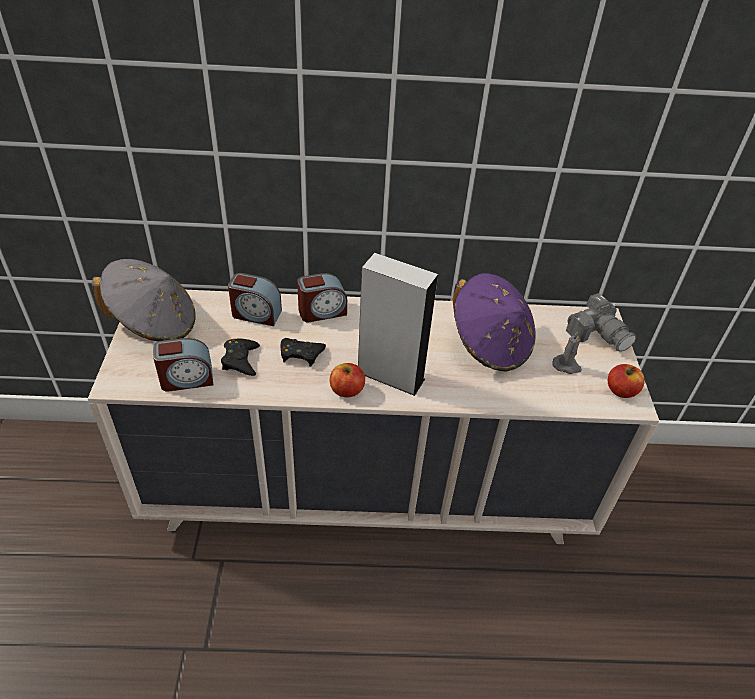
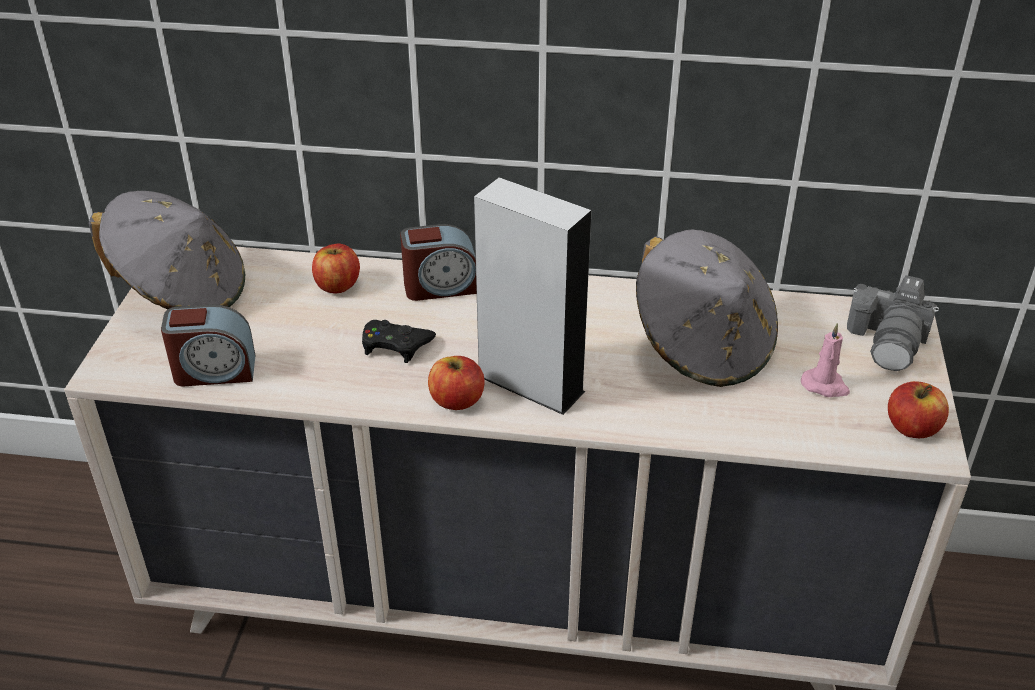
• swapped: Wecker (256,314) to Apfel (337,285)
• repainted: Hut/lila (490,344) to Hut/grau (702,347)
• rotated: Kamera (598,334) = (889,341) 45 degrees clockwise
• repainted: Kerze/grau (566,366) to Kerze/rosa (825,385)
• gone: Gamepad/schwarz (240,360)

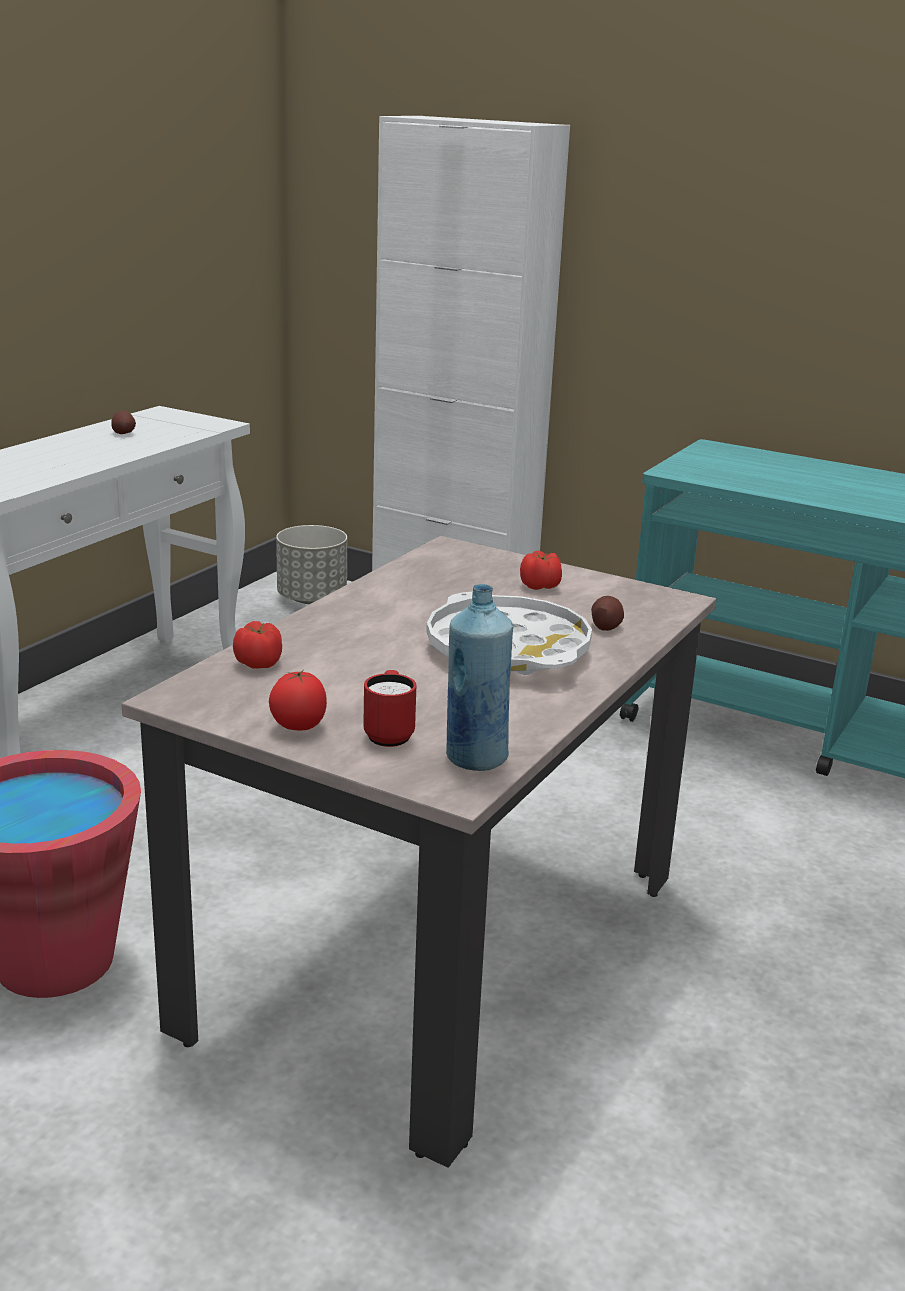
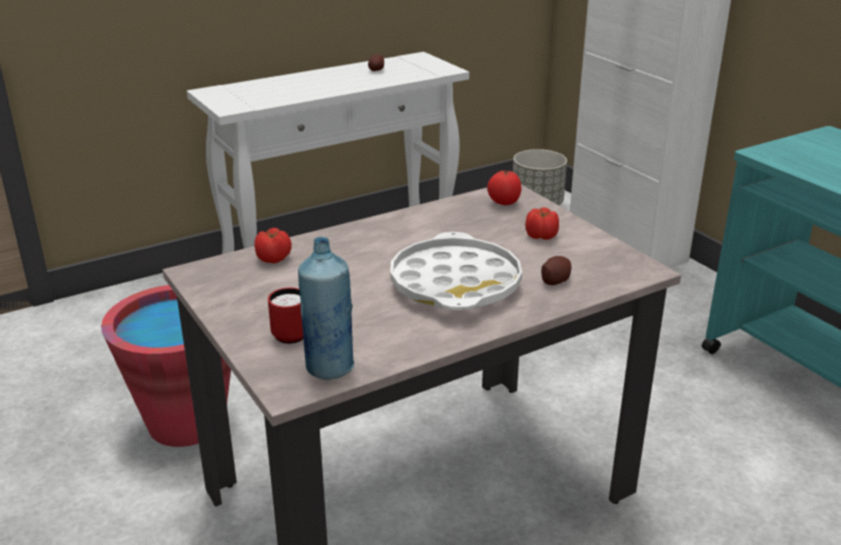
• shifted: Tomate (297,727) to (503,203)

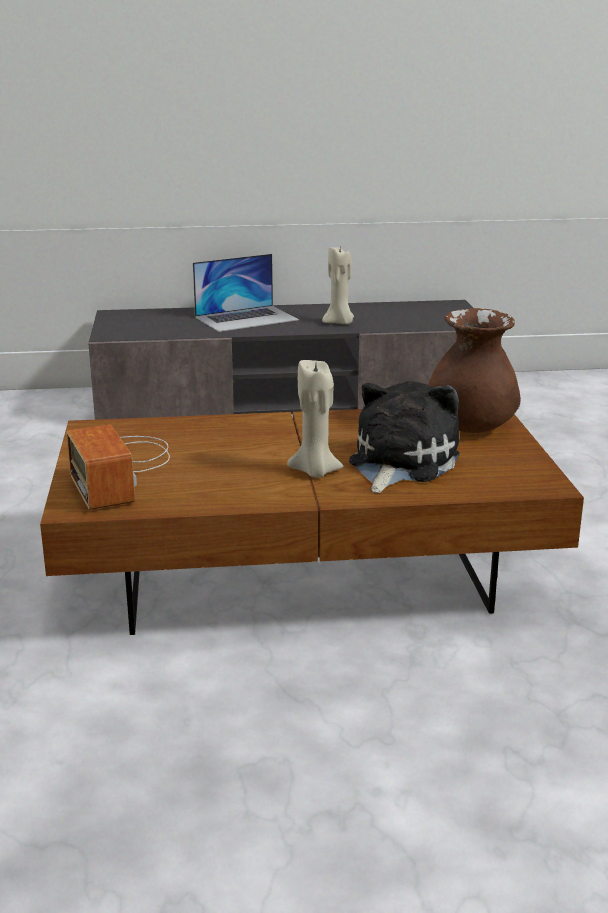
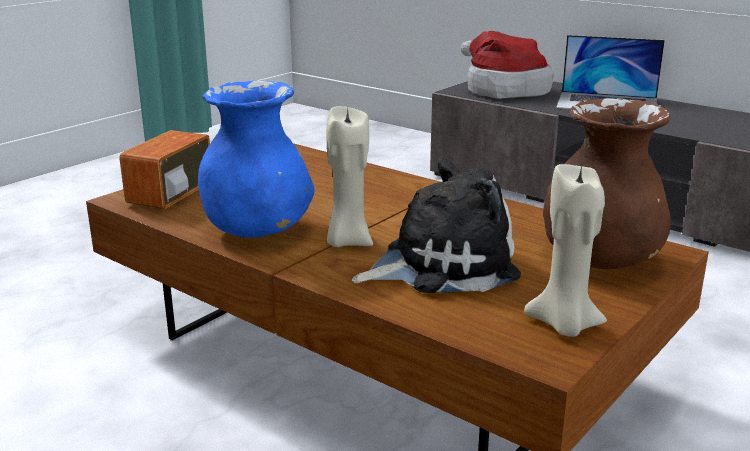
• shifted: Kerze/beige (339,323) to (564,325)
• new: Hut (502,90)
• new: Vase/blau (257,230)

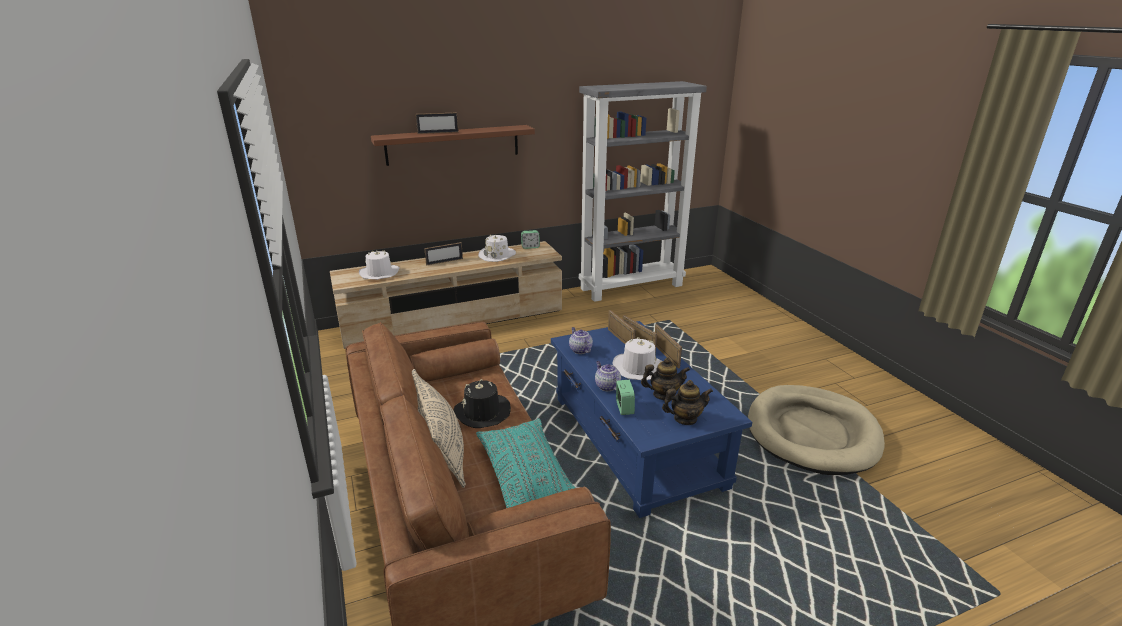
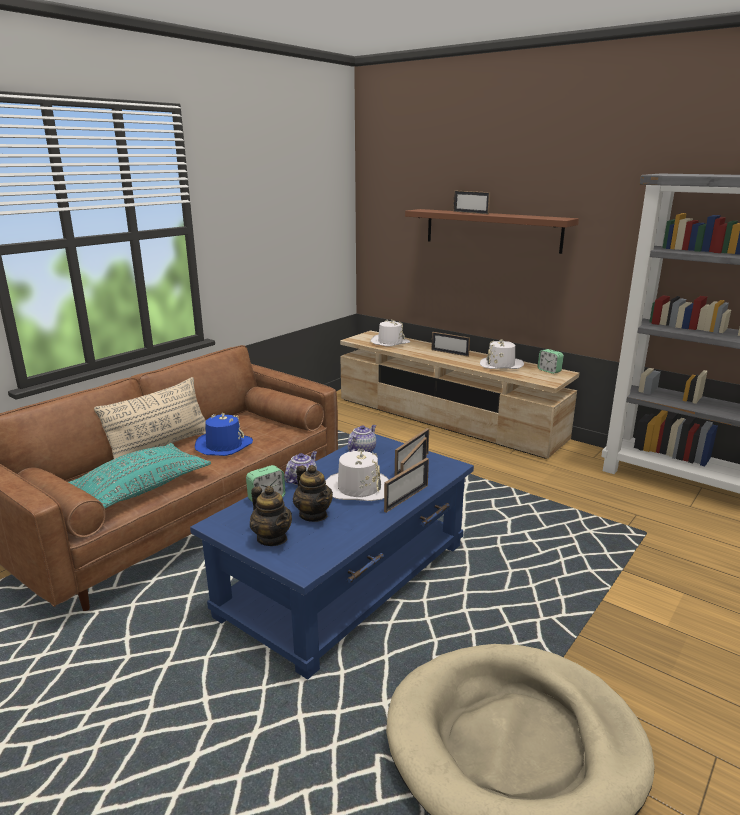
• repainted: Hut/schwarz (482,412) to Hut/blau (223,446)

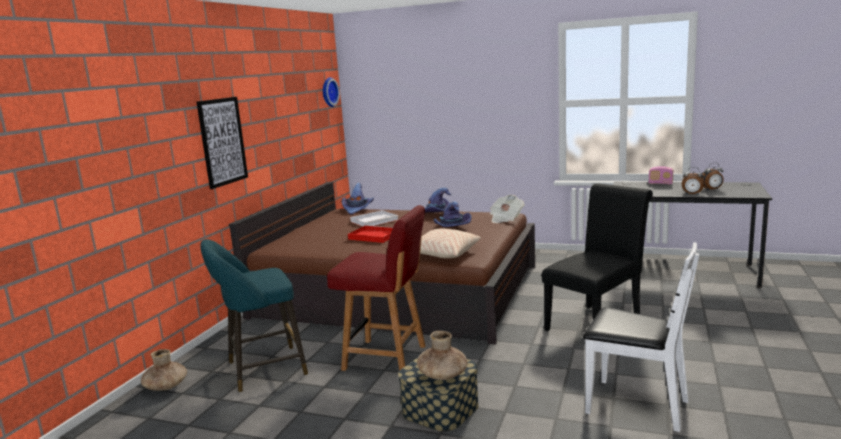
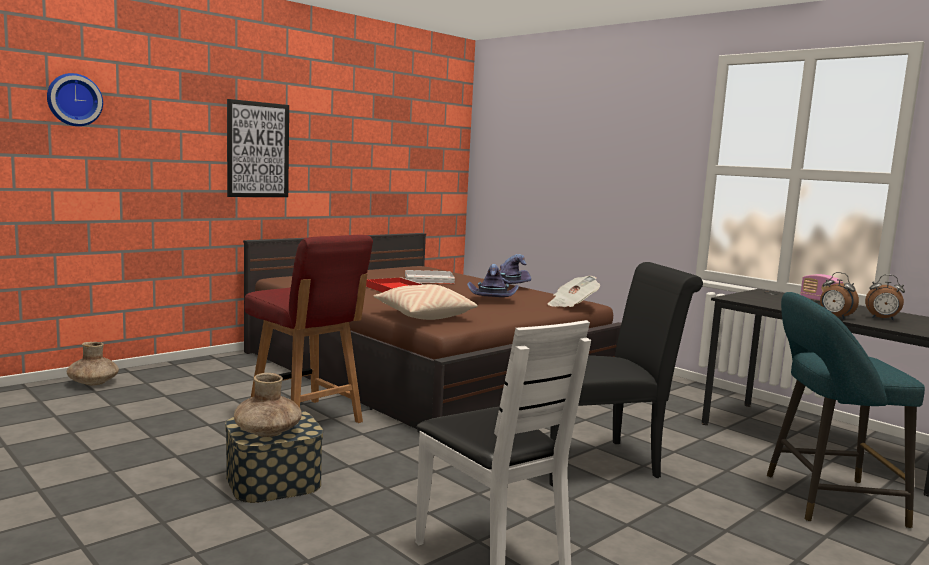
• shifted: Wanduhr (328,92) to (74,100)
• gone: Hut/lila (358,209)
• shifted: Hocker/türkis (262,370) to (825,500)

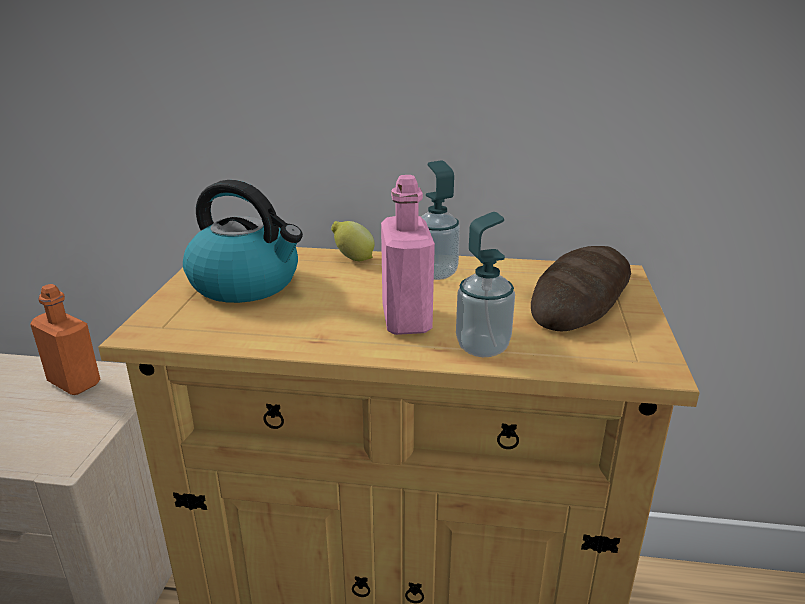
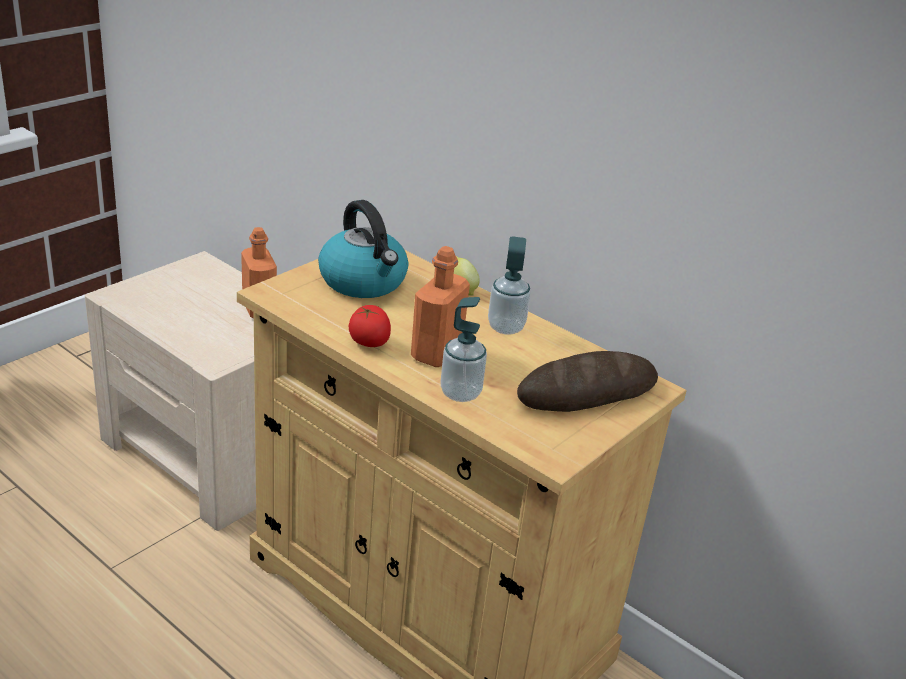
• repainted: Flasche/rosa (406,319) to Flasche/orange (436,353)
• new: Tomate (369,342)

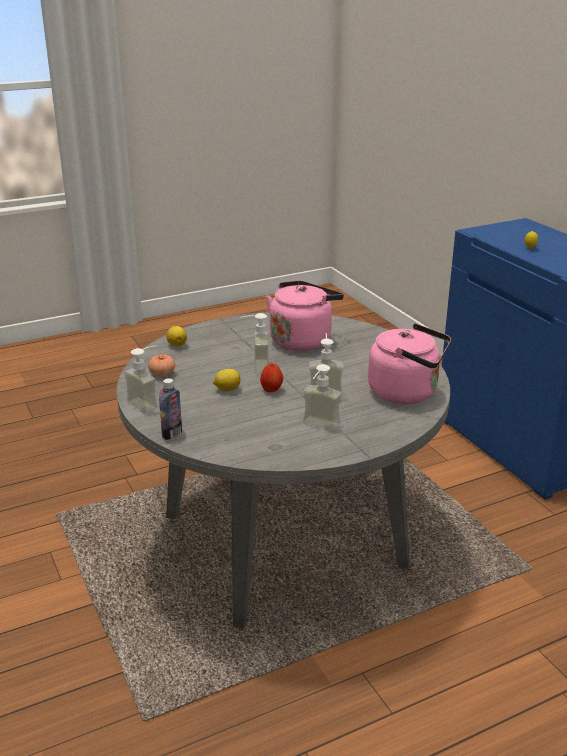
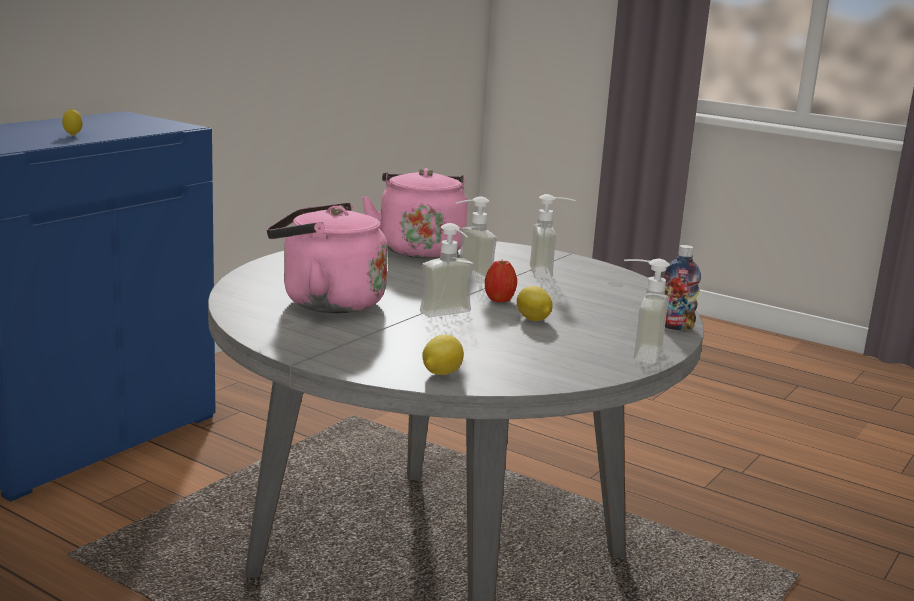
• gone: Tomate (162,374)

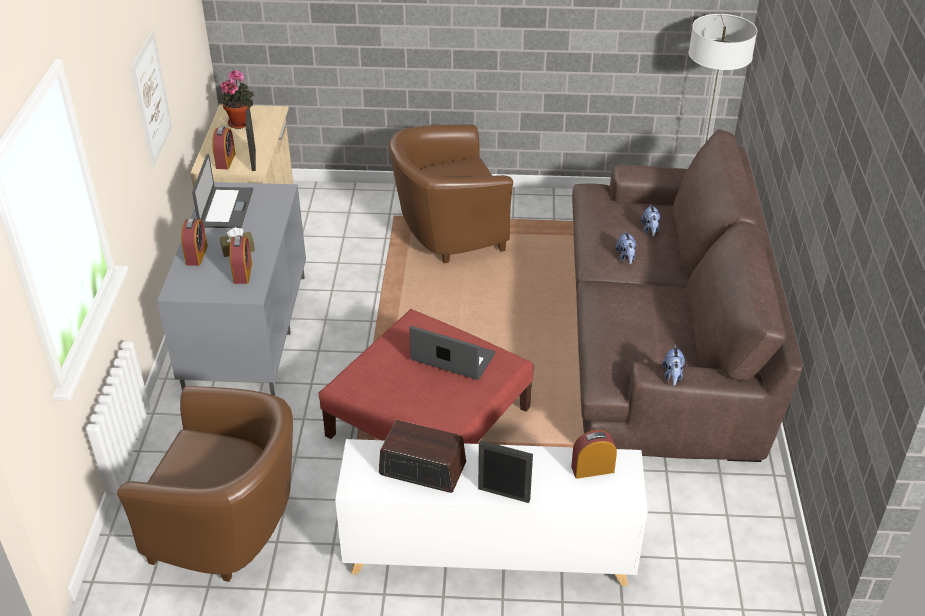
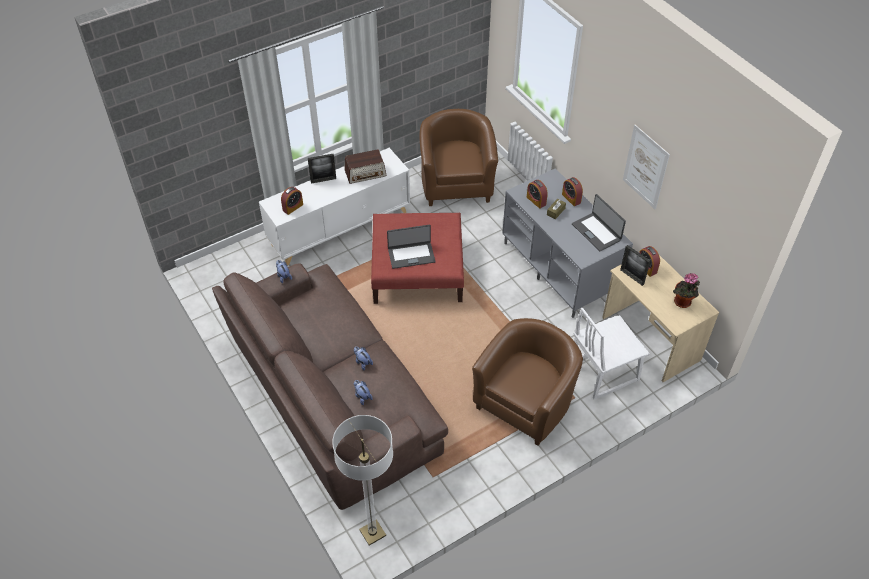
• rotated: Sessel/braun (230,528) = (456,184) 105 degrees clockwise
• new: Stuhl/weiß (602,371)

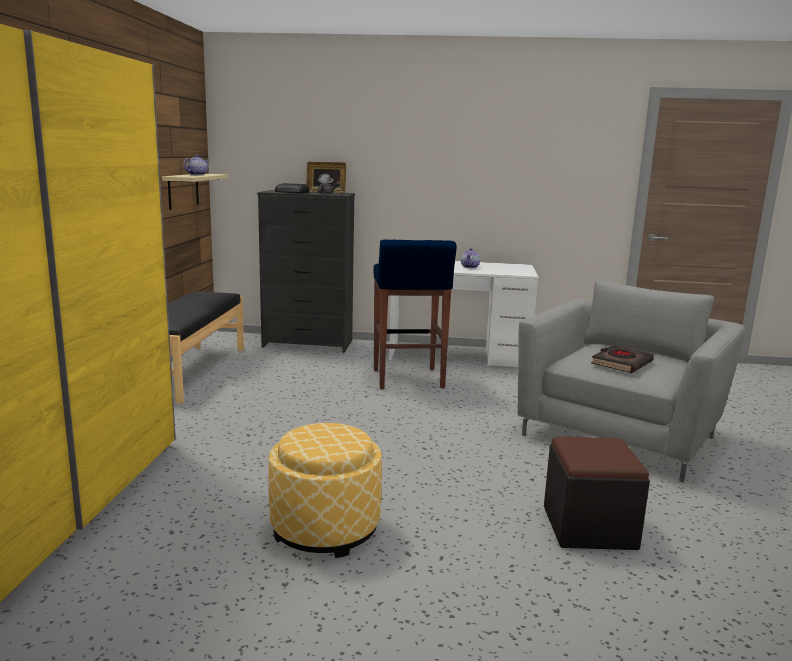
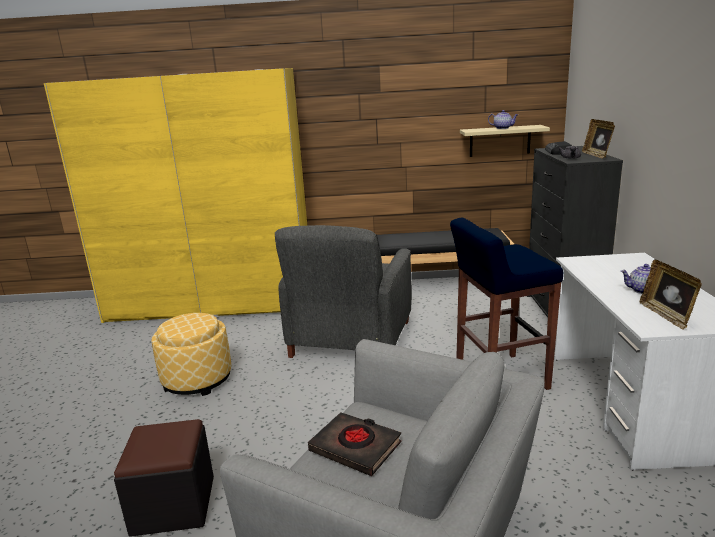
• new: Sessel/grau (350,339)
• new: Bilderrahmen (666,315)

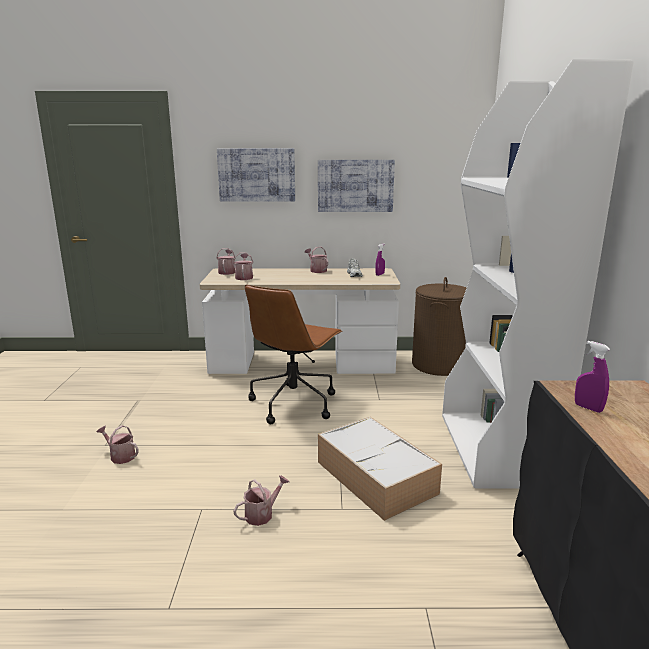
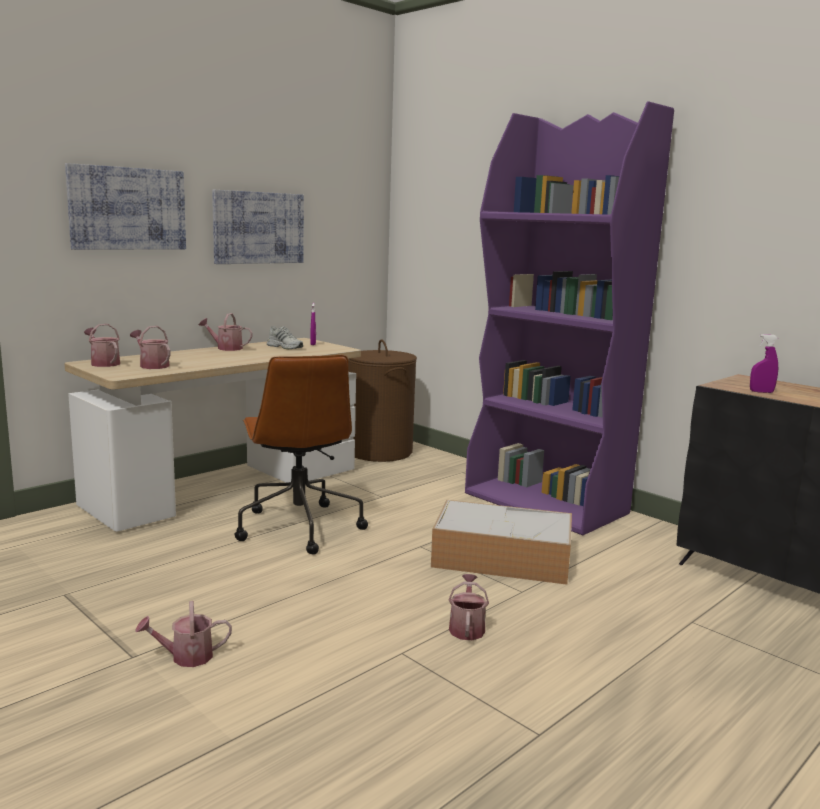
• repainted: Bücherregal/weiß (496,449) to Bücherregal/lila (547,503)

